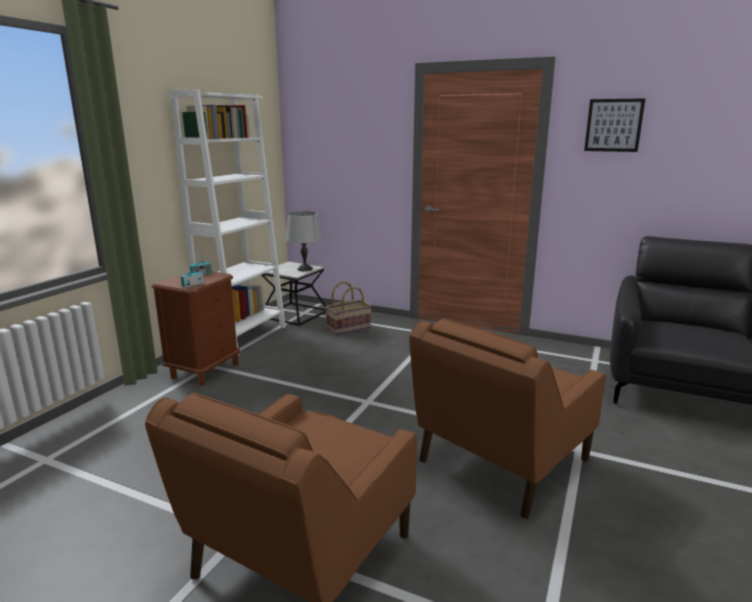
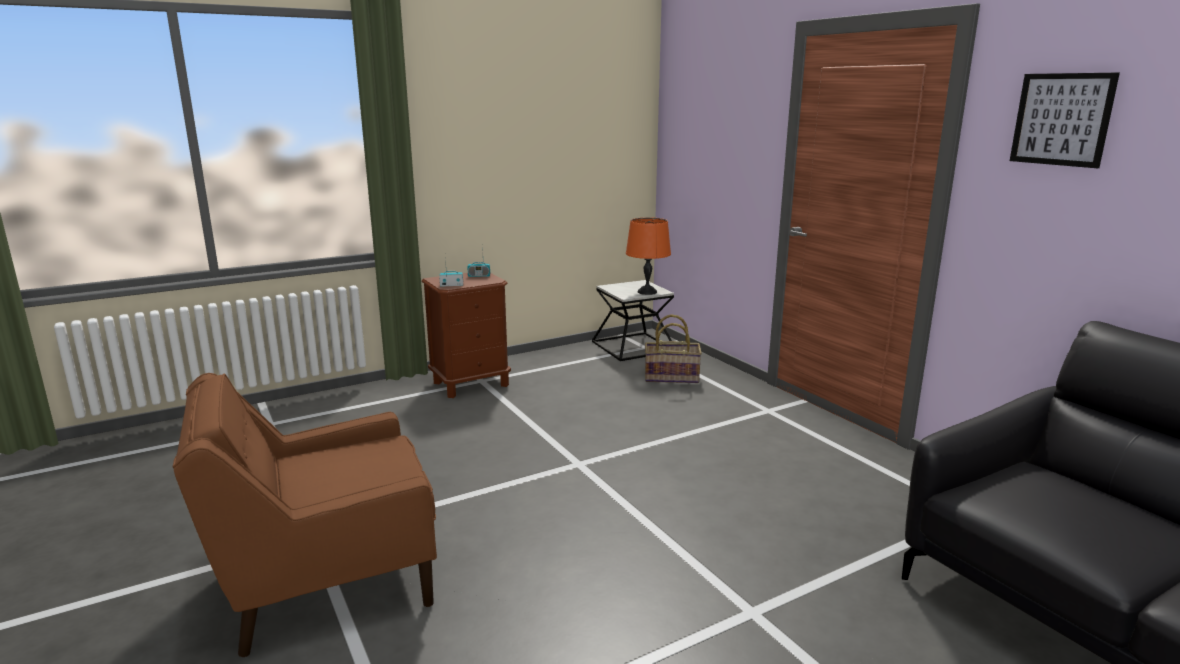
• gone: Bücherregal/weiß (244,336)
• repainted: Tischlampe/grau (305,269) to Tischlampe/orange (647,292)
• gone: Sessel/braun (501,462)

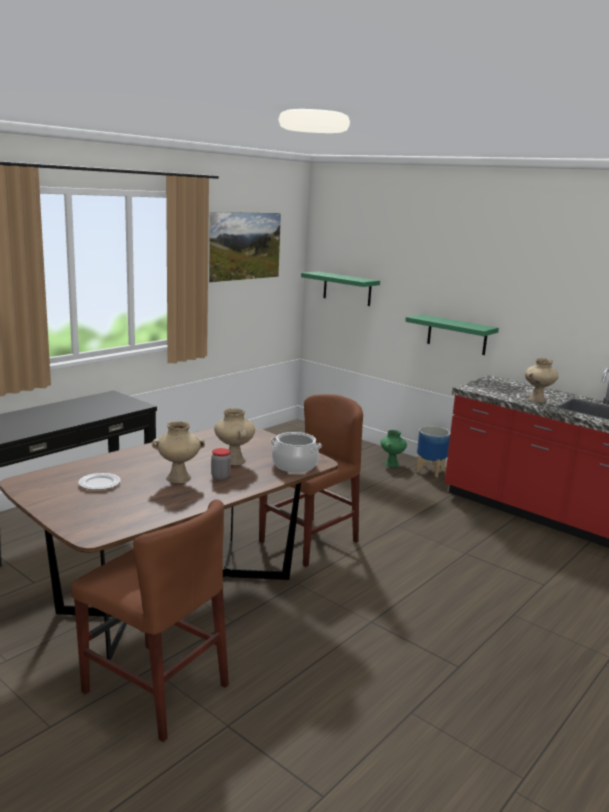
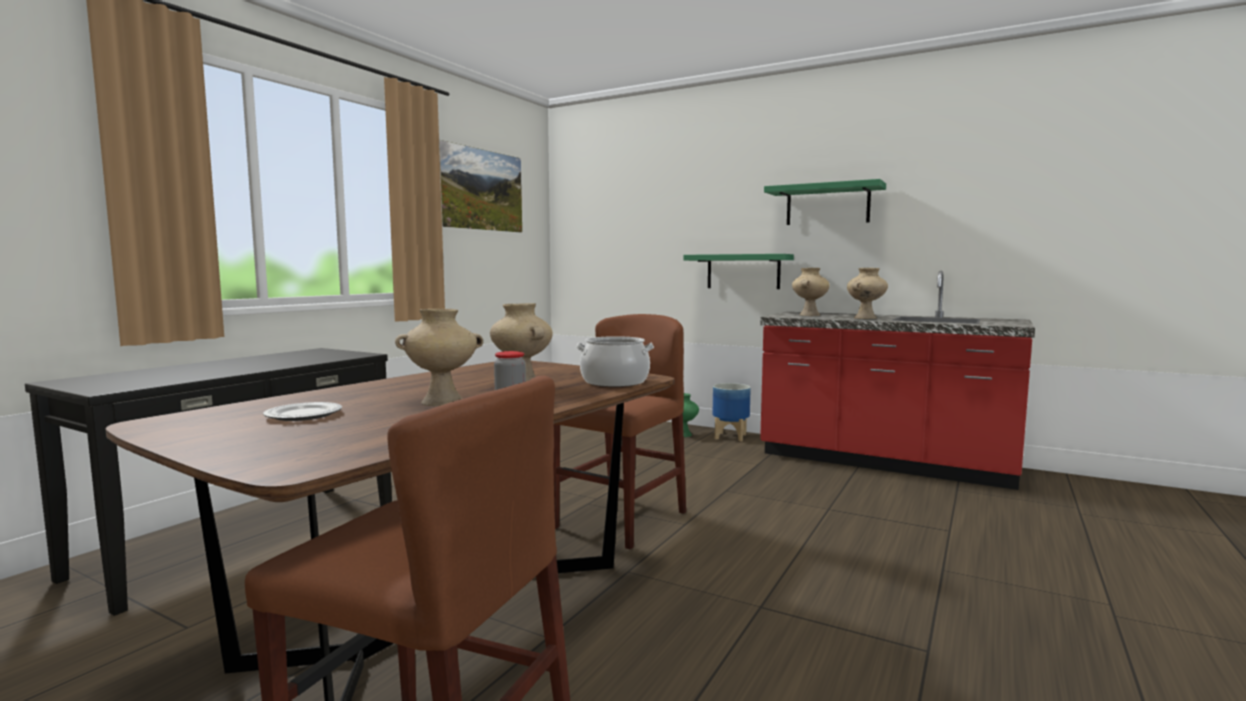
• shifted: Wandregal/grün (347,288) to (827,205)
• new: Vase/beige (809,315)

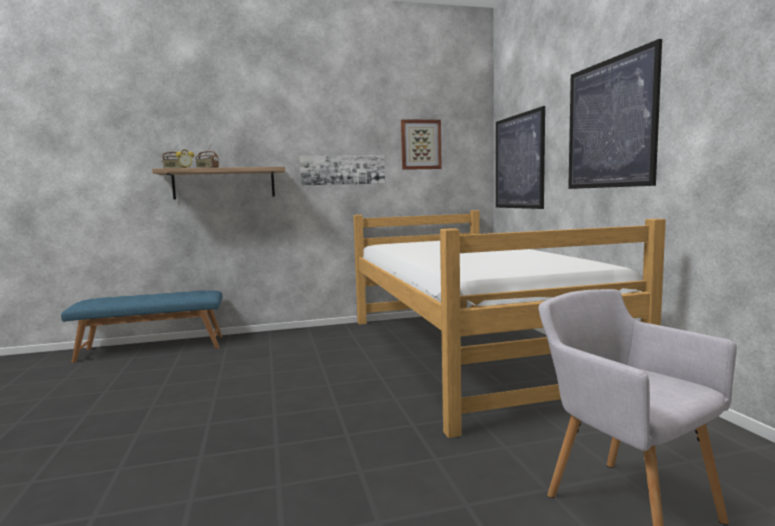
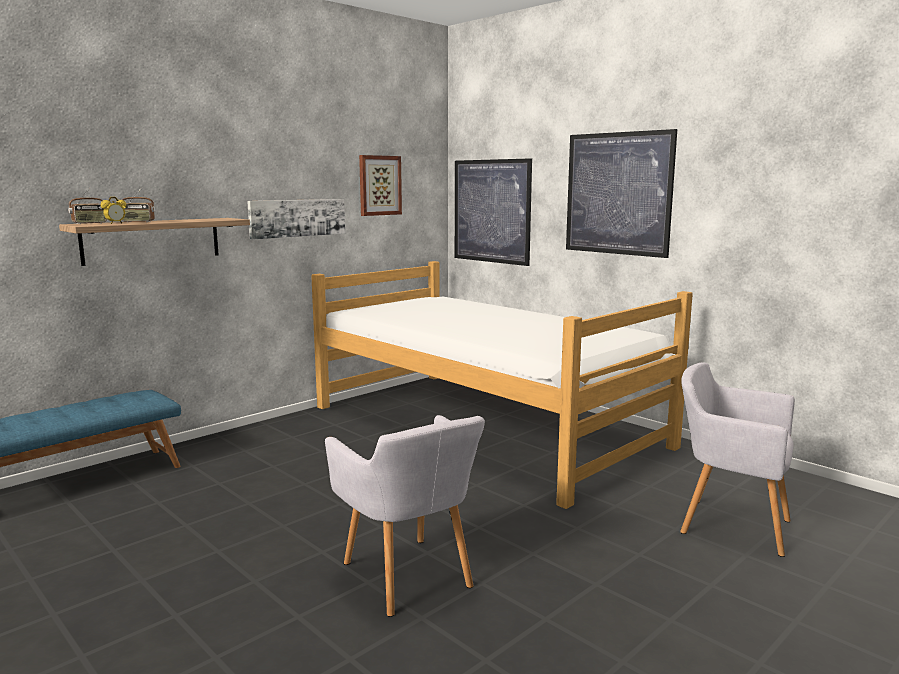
• new: Sessel/grau (409,578)

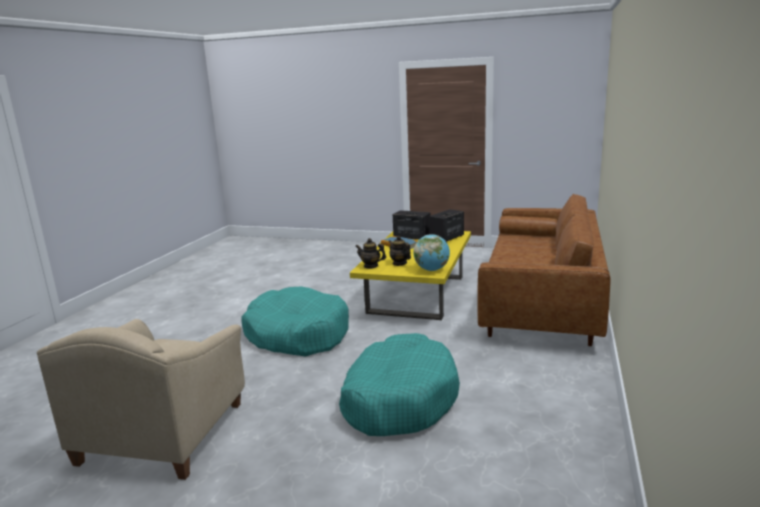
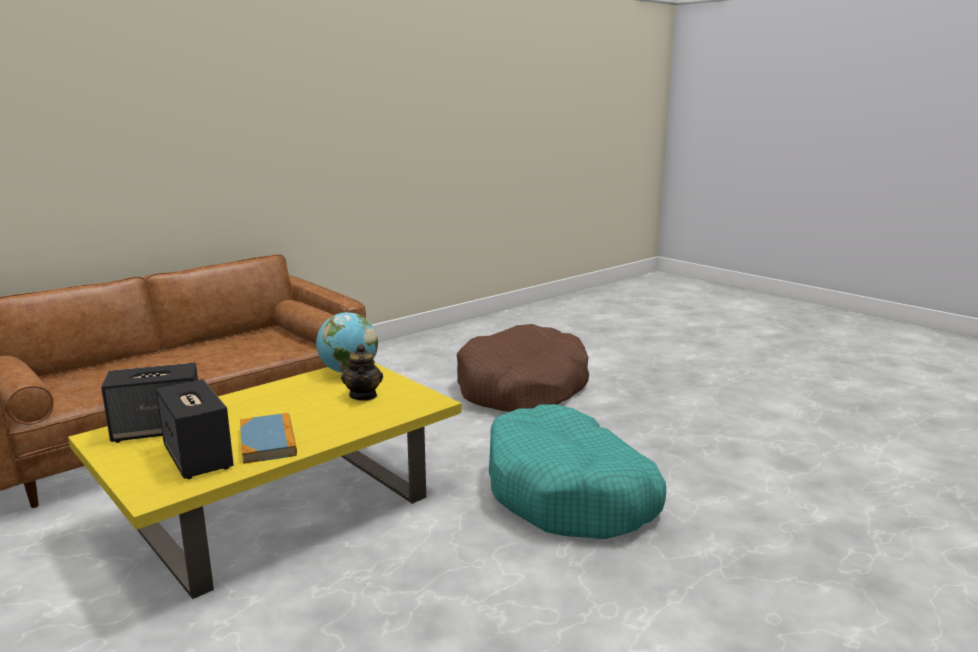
• gone: Teekanne (371,266)
• gone: Sessel/beige (165,433)
• repainted: Hundebett/türkis (399,399) to Hundebett/braun (521,388)

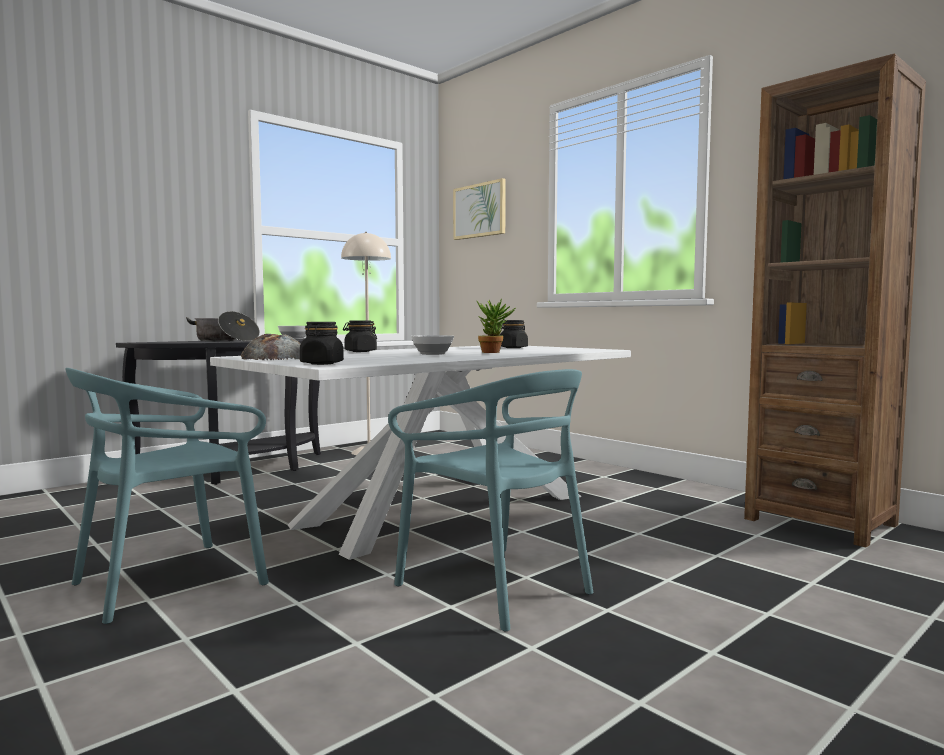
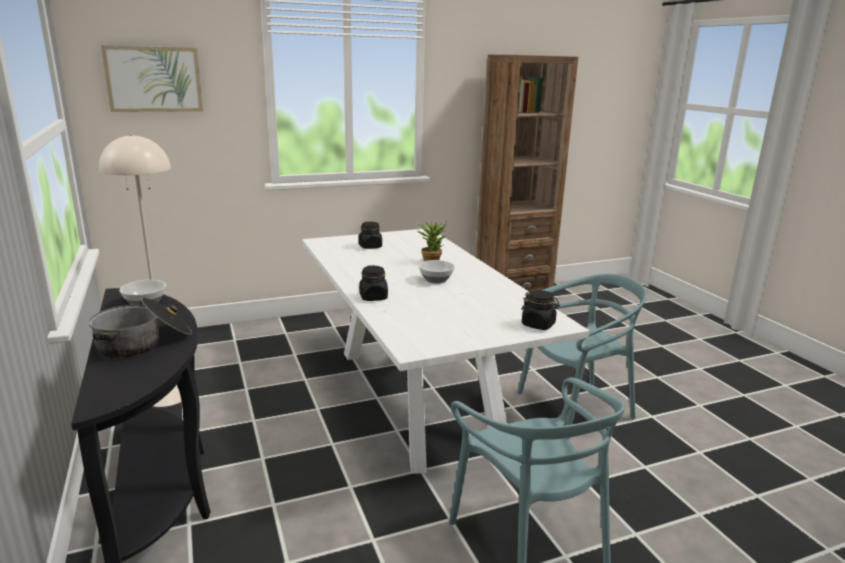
• gone: Brot (274,357)

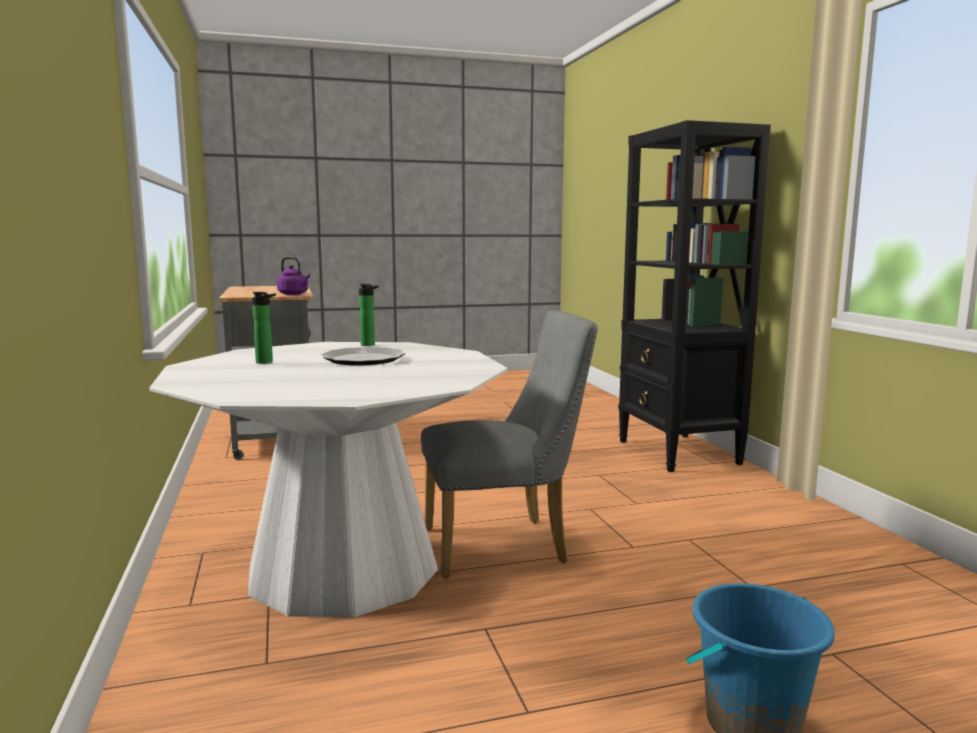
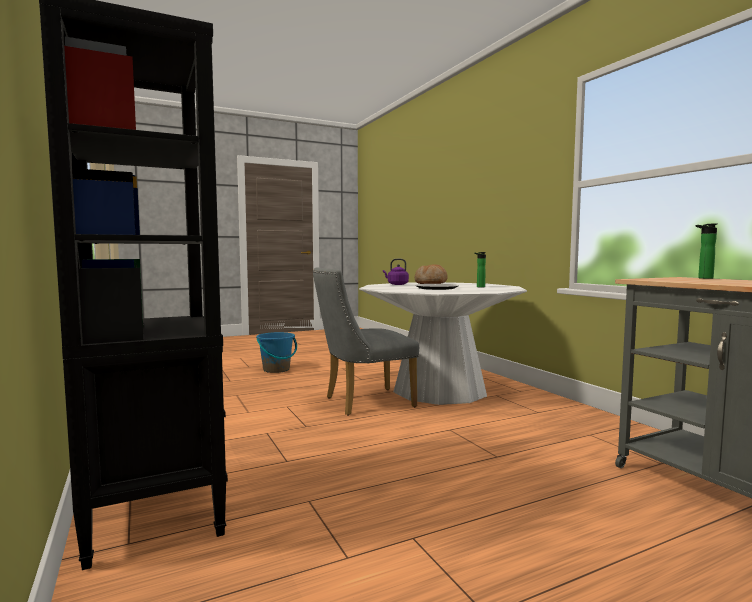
• shifted: Wasserkessel/lila (294,294) to (396,284)
• shifted: Flasche (369,345) to (703,278)
• new: Brot (431,283)

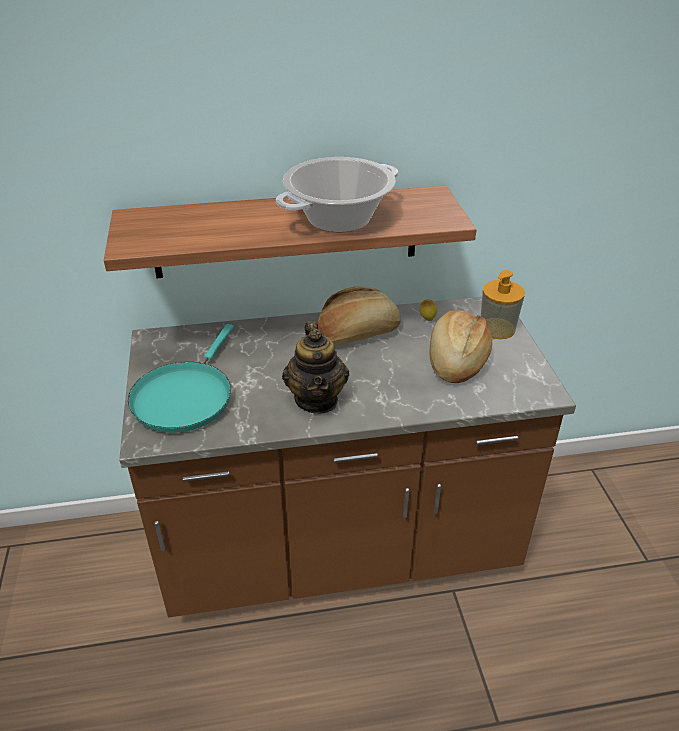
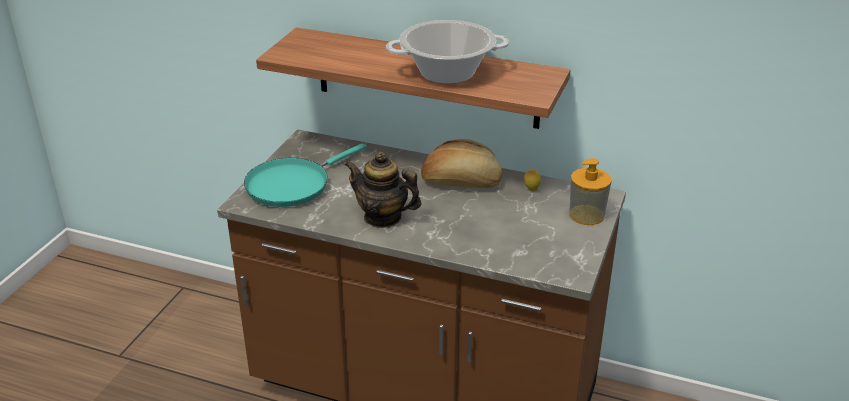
• gone: Brot (456,360)
• rotated: Teekanne (317,399) = (383,217) 90 degrees clockwise

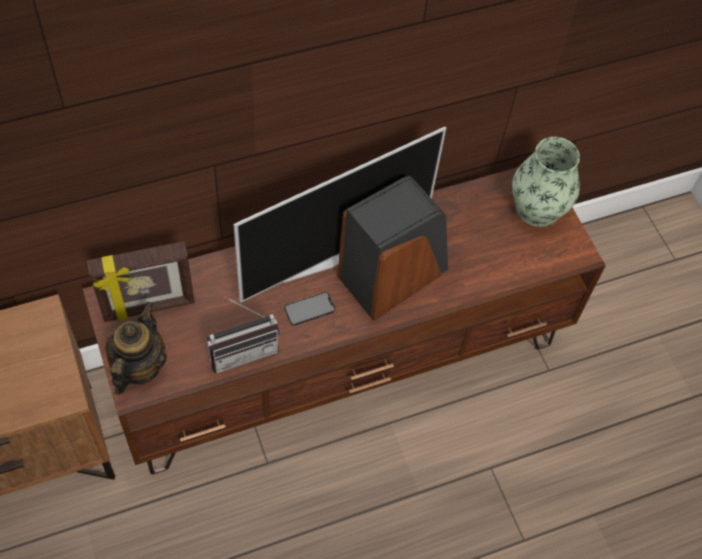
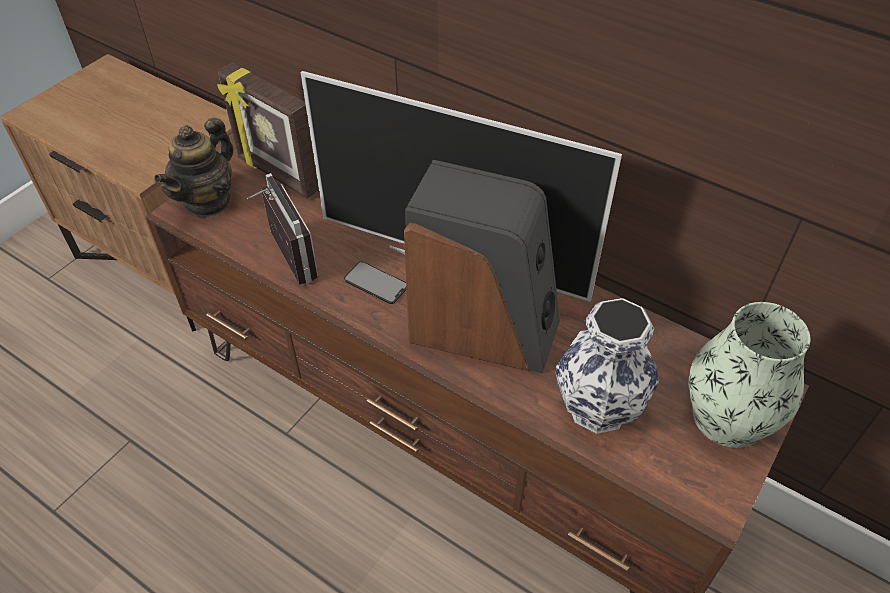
• rotated: Radio (242,349) = (283,259) 150 degrees counterclockwise
• rotated: Teekanne (138,366) = (208,201) 135 degrees clockwise
• new: Vase (597,406)

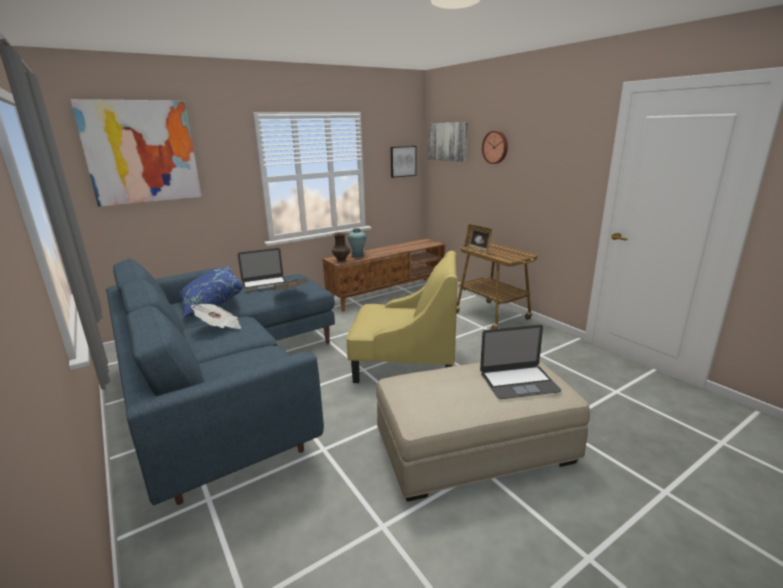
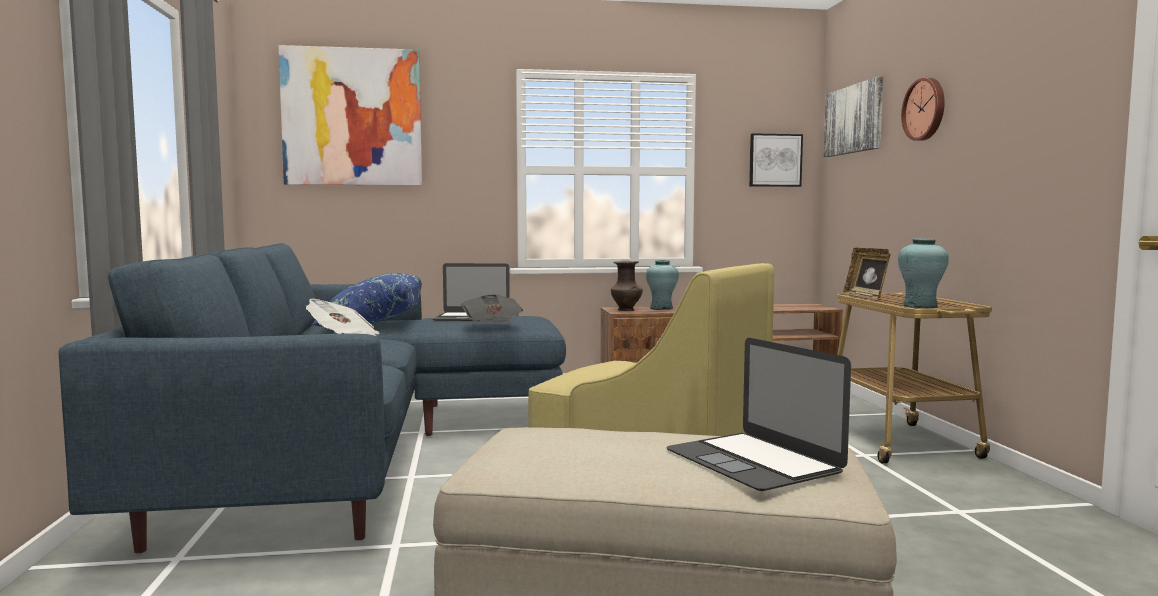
• rotated: Laptop (519,382) = (753,461) 45 degrees clockwise
• new: Vase/türkis (920,306)

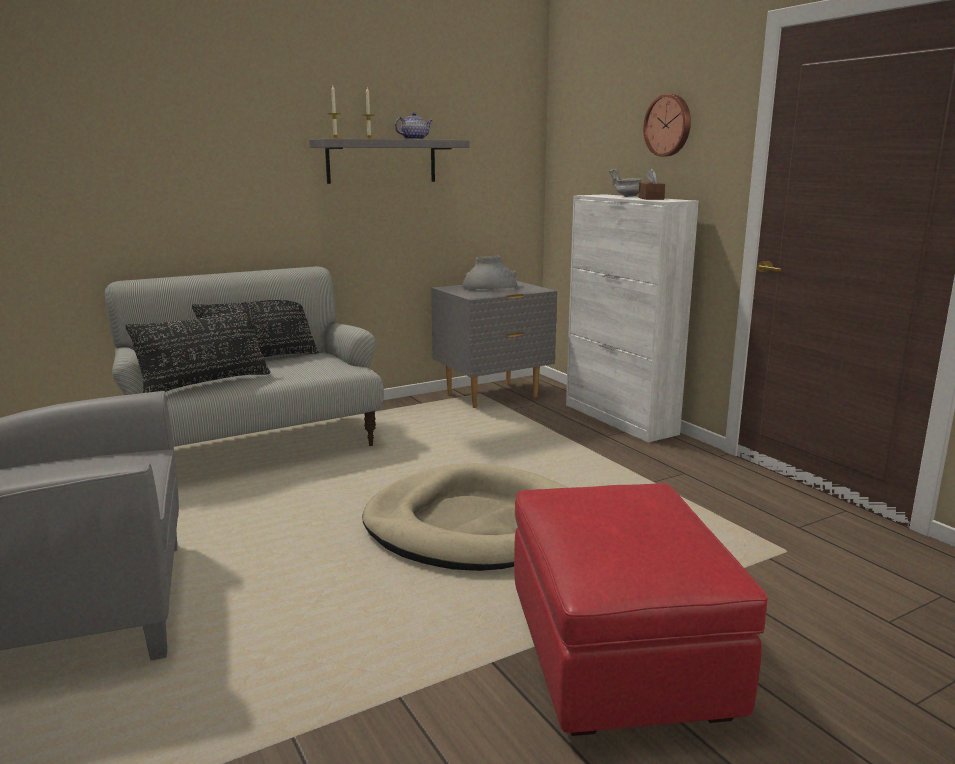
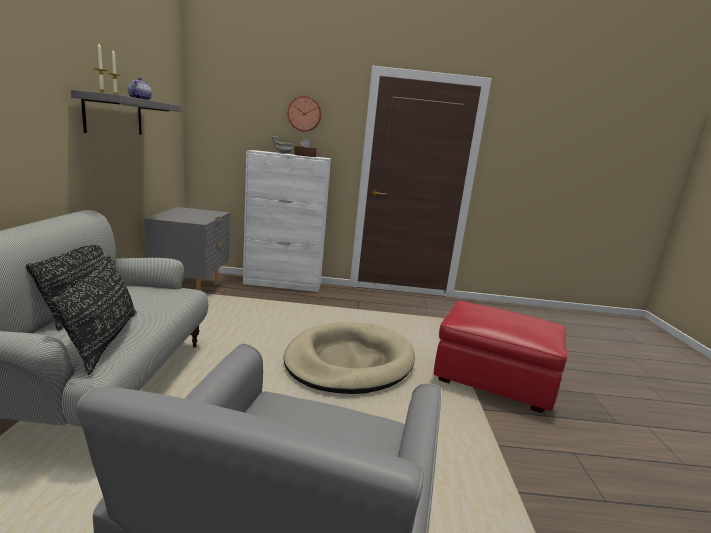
• gone: Vase/grau (489,287)

